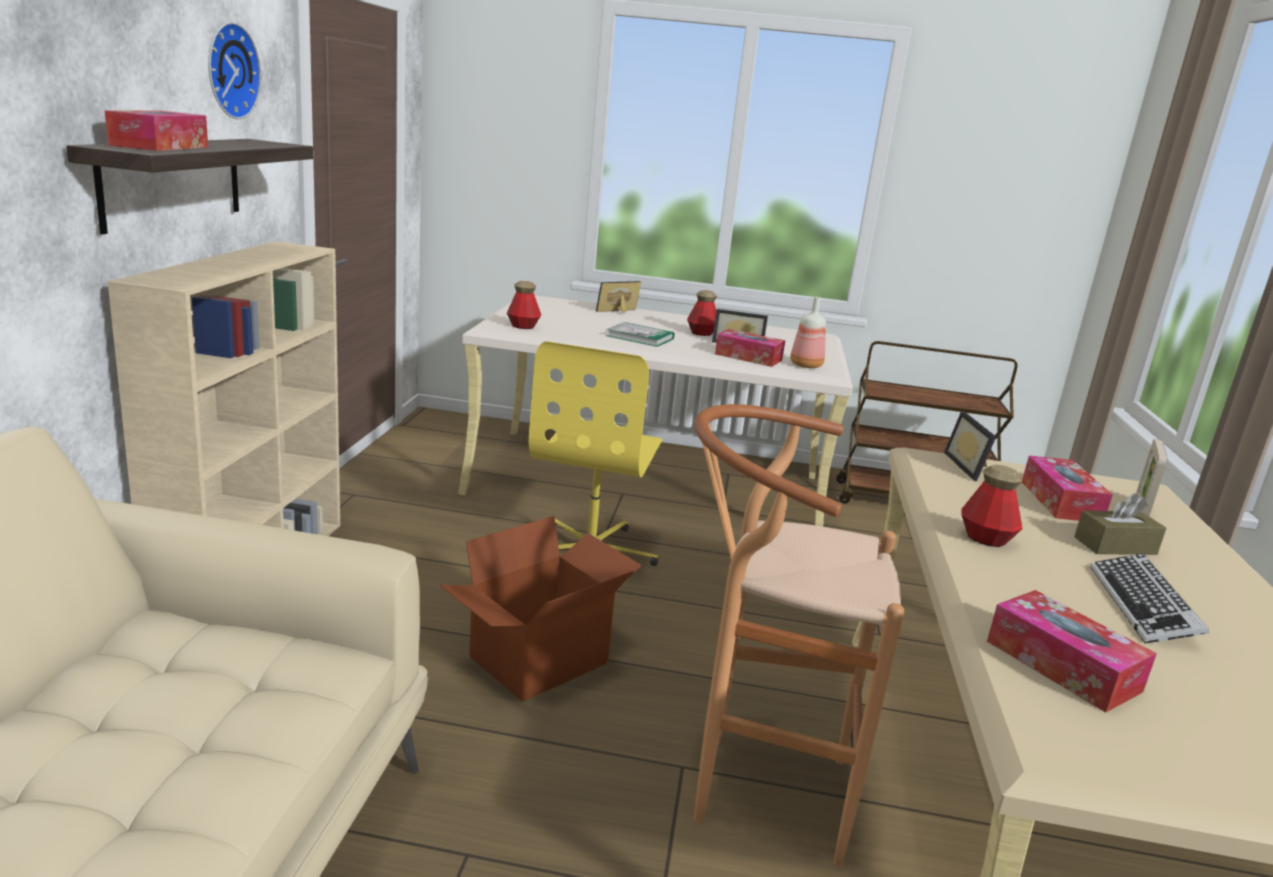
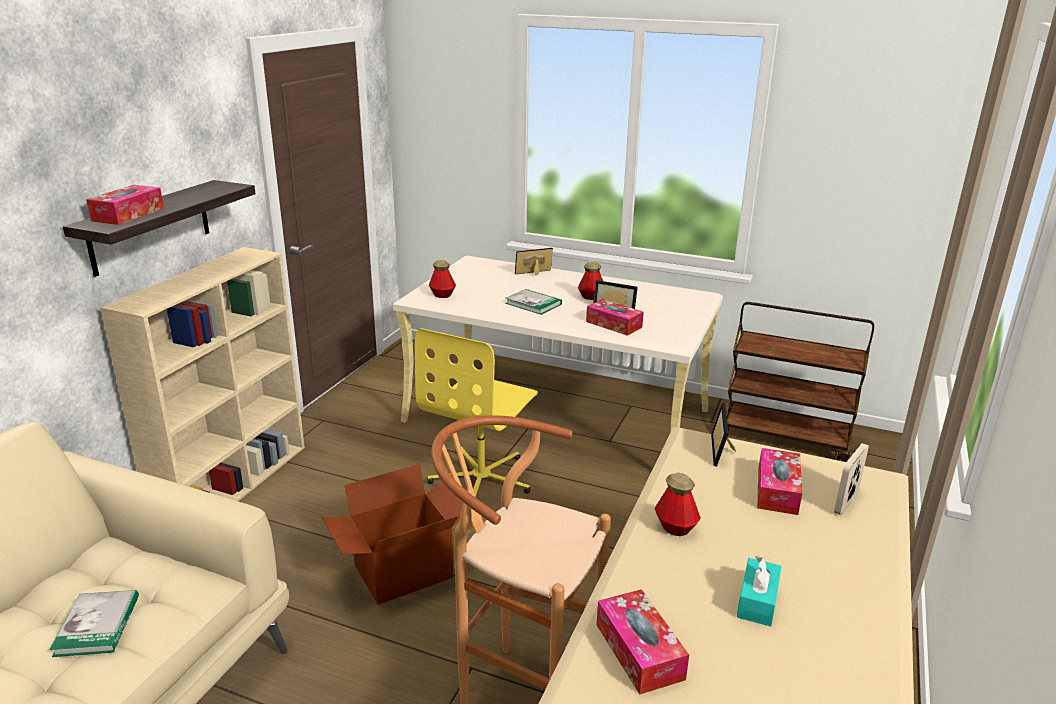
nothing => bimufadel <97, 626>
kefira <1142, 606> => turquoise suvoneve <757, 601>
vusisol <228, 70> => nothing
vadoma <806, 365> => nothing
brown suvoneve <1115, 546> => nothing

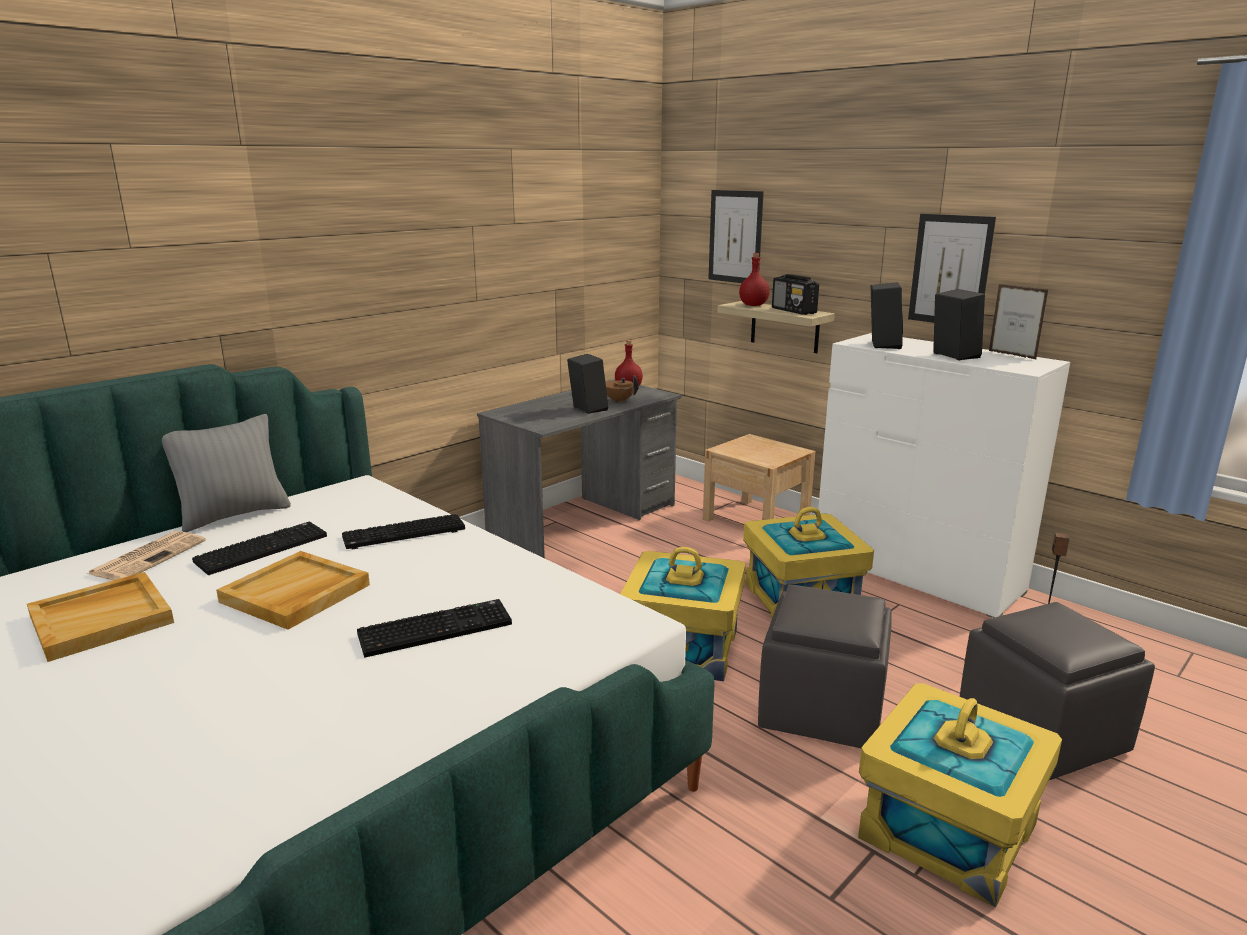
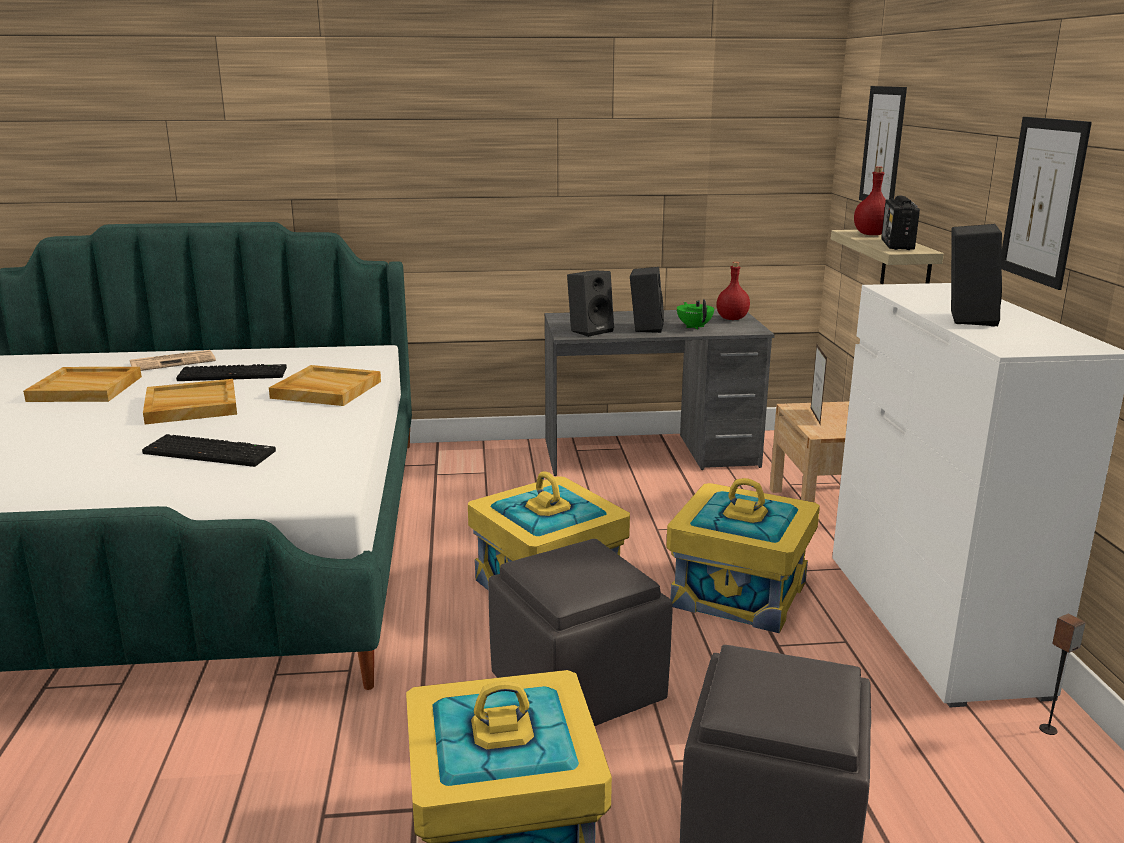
kefira <403, 534> => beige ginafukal <325, 390>
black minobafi <881, 345> => black minobafi <590, 330>, move
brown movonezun <619, 400> => green movonezun <694, 327>
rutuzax <1012, 355> => rutuzax <815, 416>, move
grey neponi <234, 515> => nothing

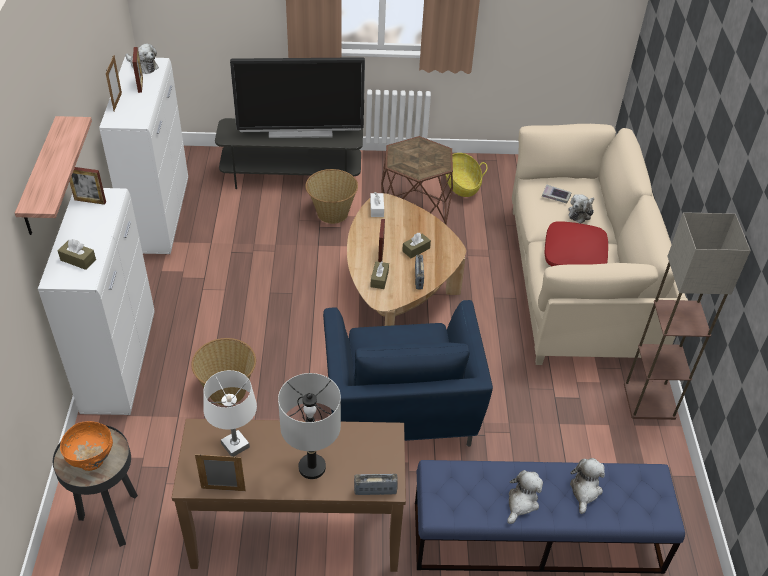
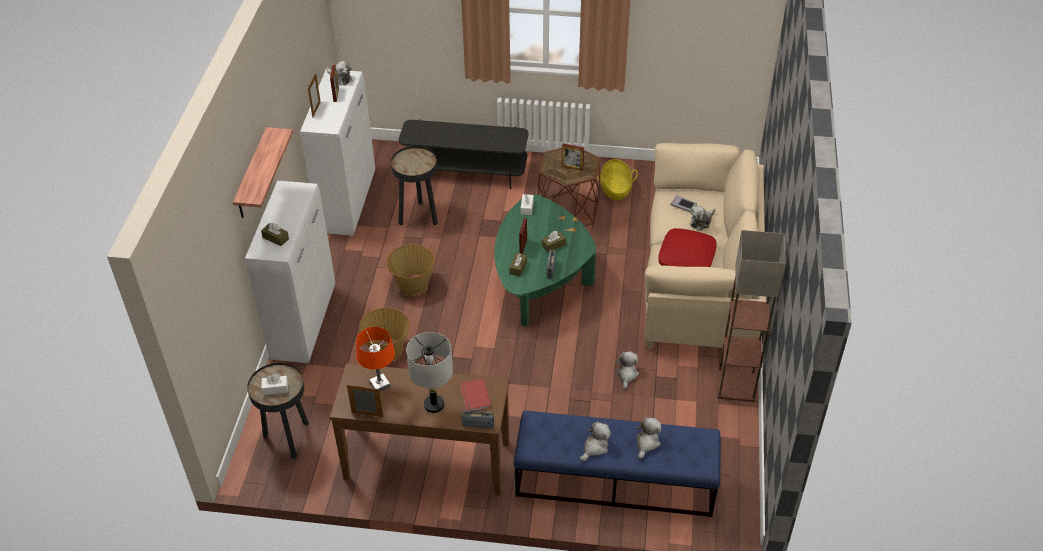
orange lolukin <92, 461> => white suvoneve <275, 388>
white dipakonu <235, 445> => orange dipakonu <379, 384>
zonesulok <332, 213> => zonesulok <413, 285>, move
nothing => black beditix <419, 217>
nothing => red bimufadel <474, 396>
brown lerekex <397, 291> => green lerekex <540, 279>
rutuzax <90, 201> => rutuzax <572, 168>, move
nothing => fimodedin <627, 374>
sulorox <300, 131> => nothing
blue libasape <400, 412> => nothing

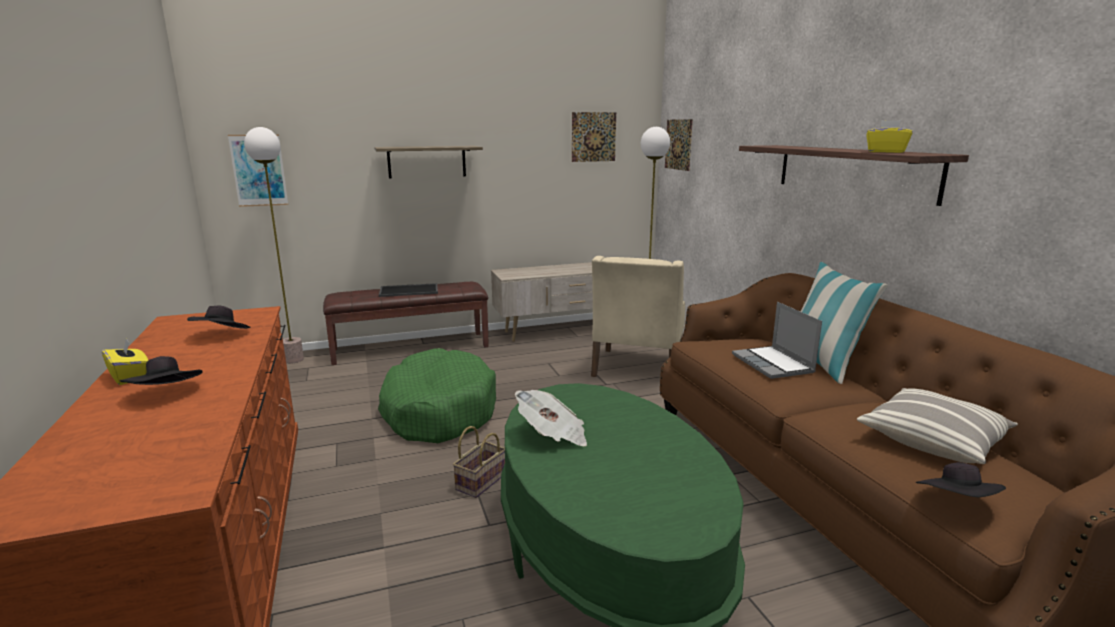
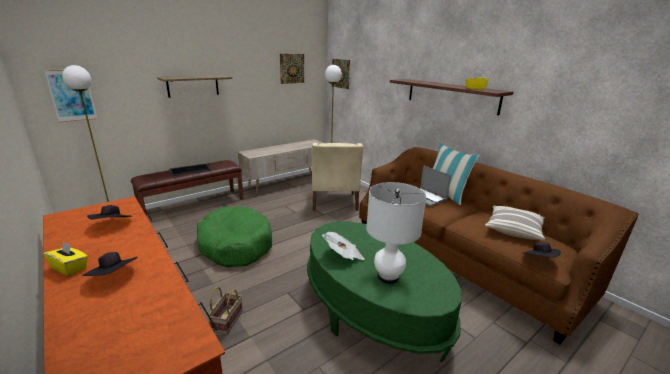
zonesulok <481, 481> => zonesulok <227, 320>, move
nothing => white dipakonu <388, 277>

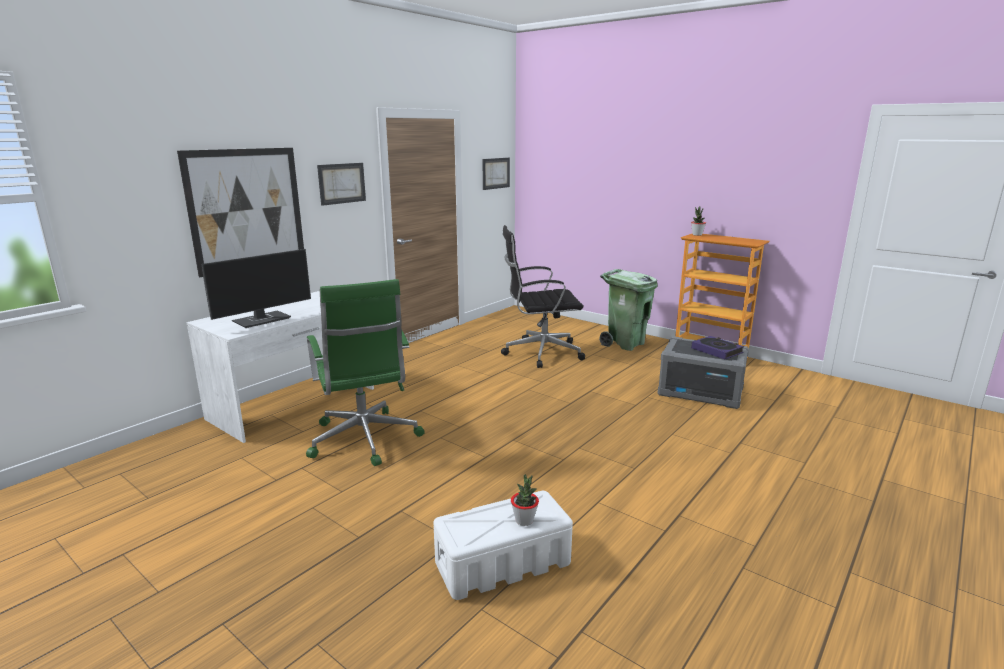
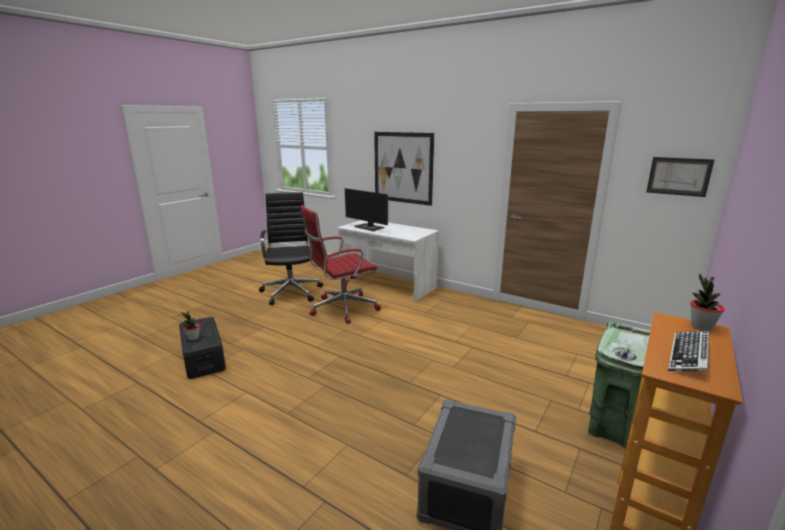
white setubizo <502, 563> => black setubizo <203, 358>
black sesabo <540, 352> => black sesabo <291, 291>, move
green sesabo <364, 440> => red sesabo <342, 308>
nothing => kefira <688, 356>
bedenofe <341, 183> => nothing
bimufadel <716, 350> => nothing

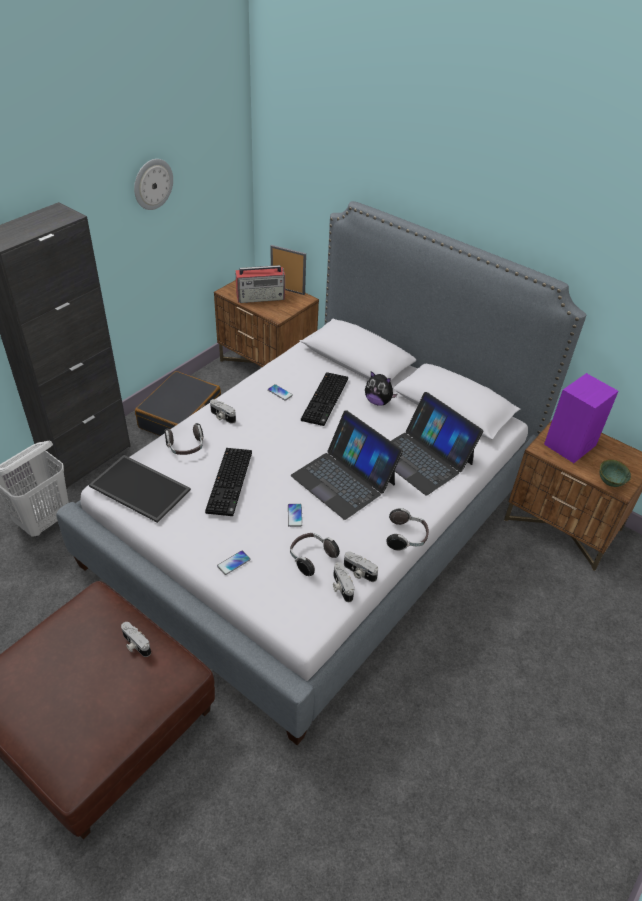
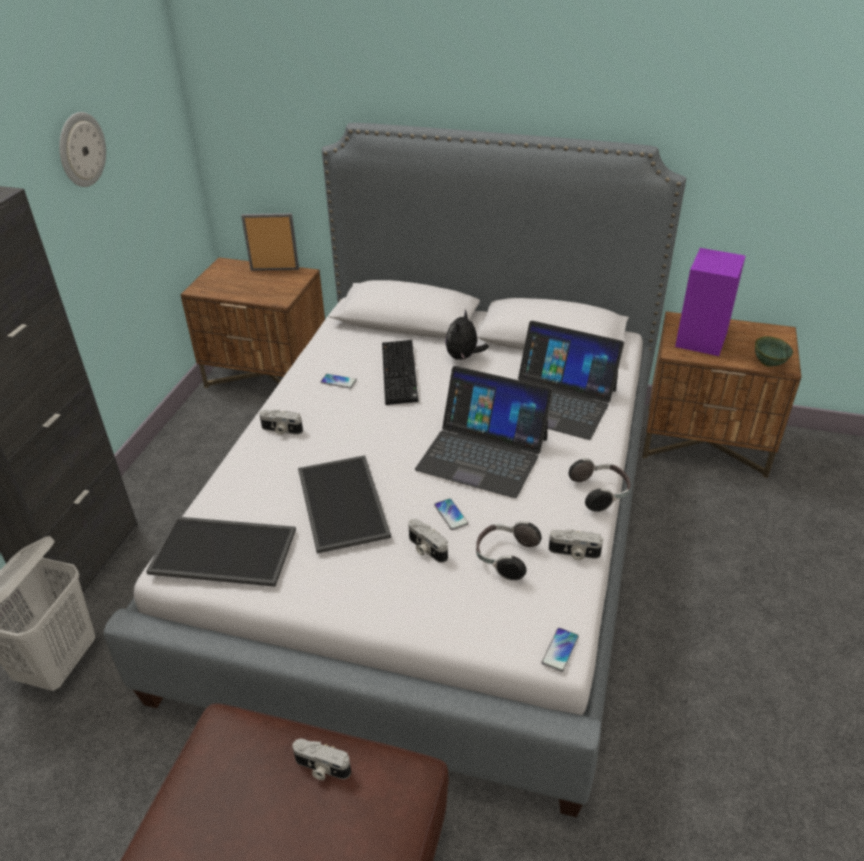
kefira <231, 483> => ginafukal <344, 503>
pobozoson <341, 587> => pobozoson <426, 549>, move
fimodedin <378, 401> => fimodedin <463, 357>, 105 degrees clockwise
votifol <233, 563> => votifol <560, 650>, move
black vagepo <181, 417> => nothing
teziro <186, 448> => nothing
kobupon <261, 297> => nothing

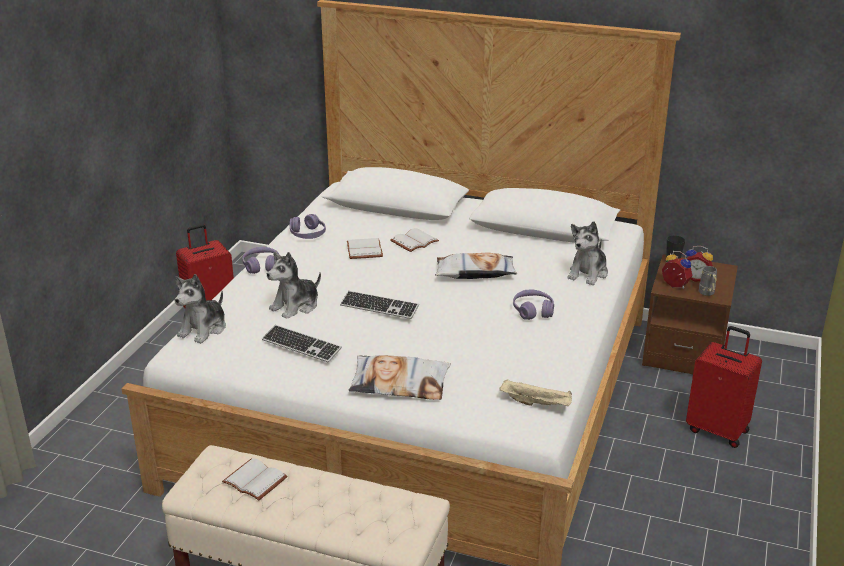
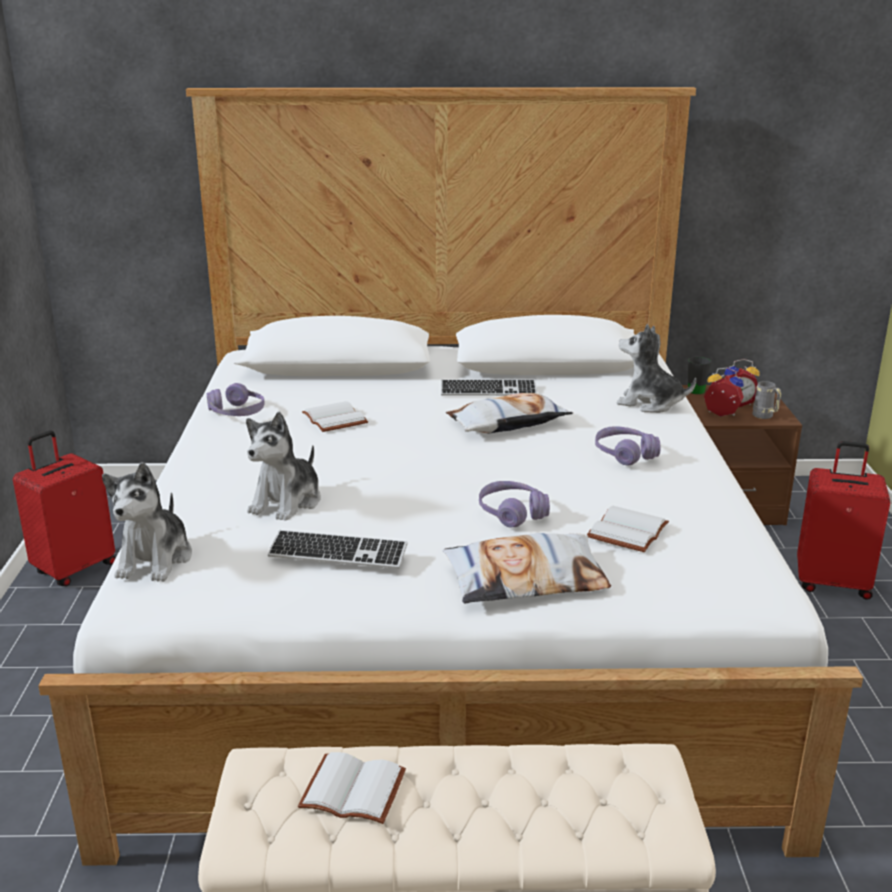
kefira <379, 307> => kefira <488, 390>, move
purple teziro <262, 266> => purple teziro <512, 513>, move
white bimufadel <414, 242> => white bimufadel <629, 532>, move
fimodedin <588, 273> => fimodedin <649, 403>, 105 degrees clockwise
beige ginafukal <536, 403> => nothing

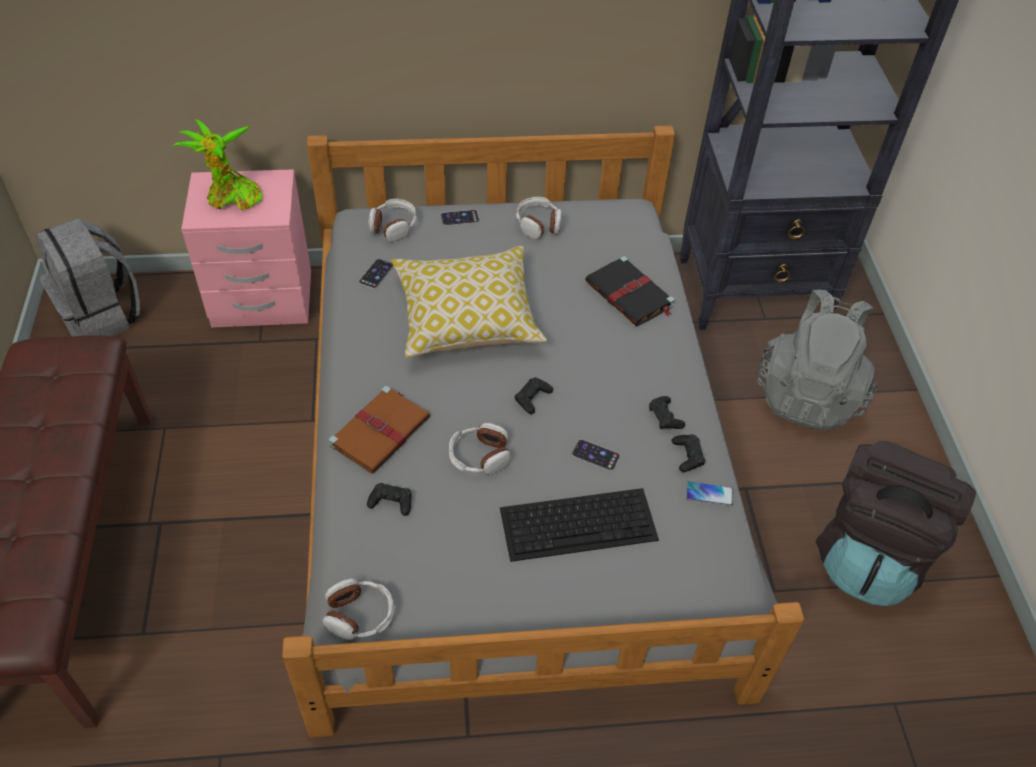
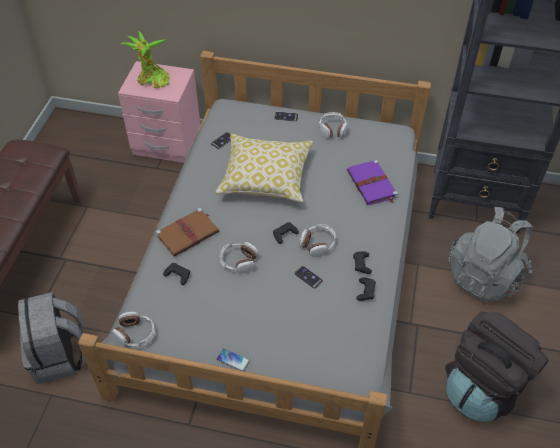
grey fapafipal <102, 315> => grey fapafipal <60, 356>, move
votifol <709, 494> => votifol <233, 360>, move
teziro <393, 226> => teziro <317, 244>, move
black bimufadel <630, 295> => purple bimufadel <372, 185>
kefira <579, 523> => nothing

